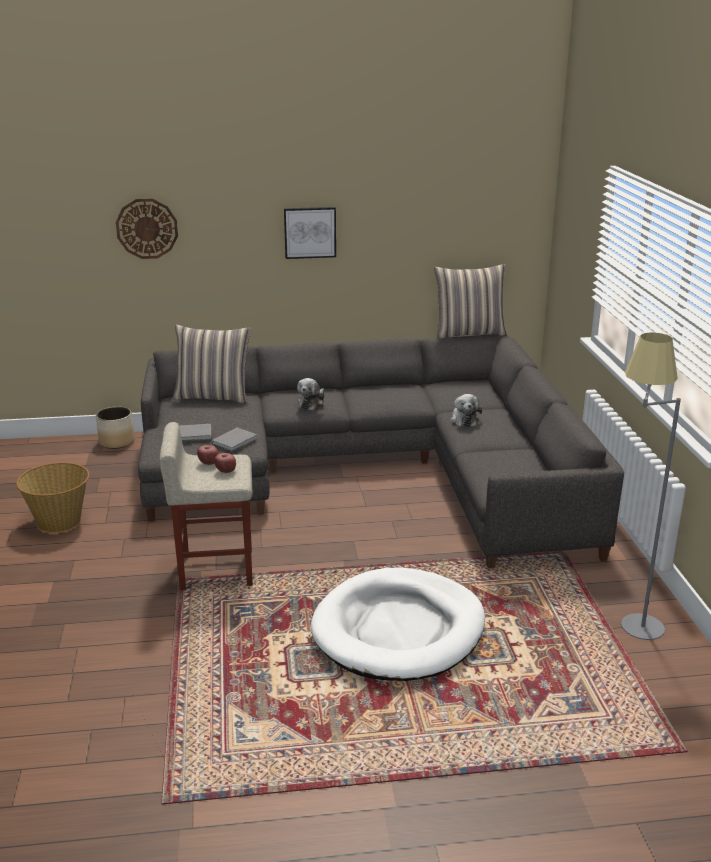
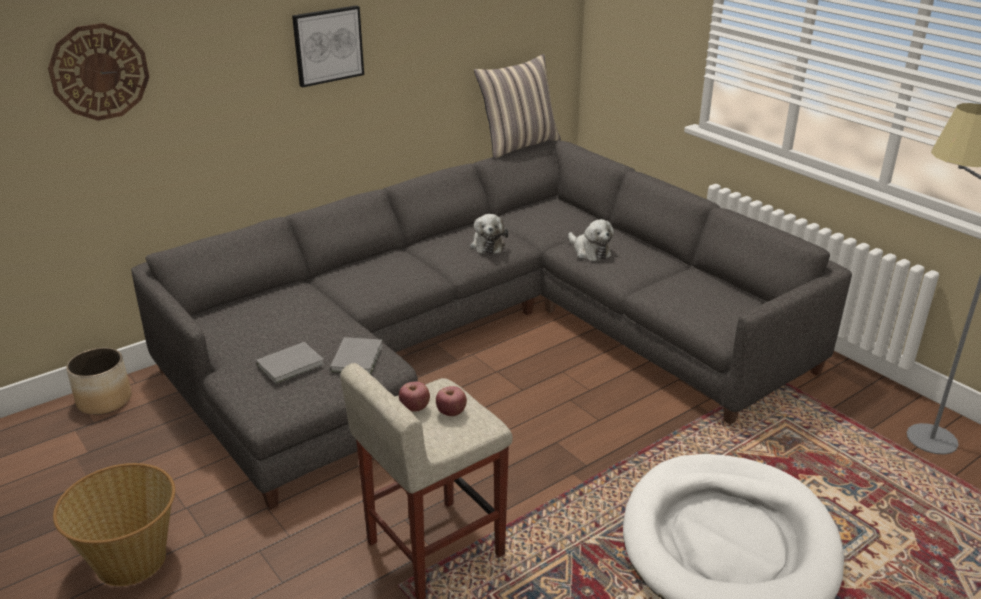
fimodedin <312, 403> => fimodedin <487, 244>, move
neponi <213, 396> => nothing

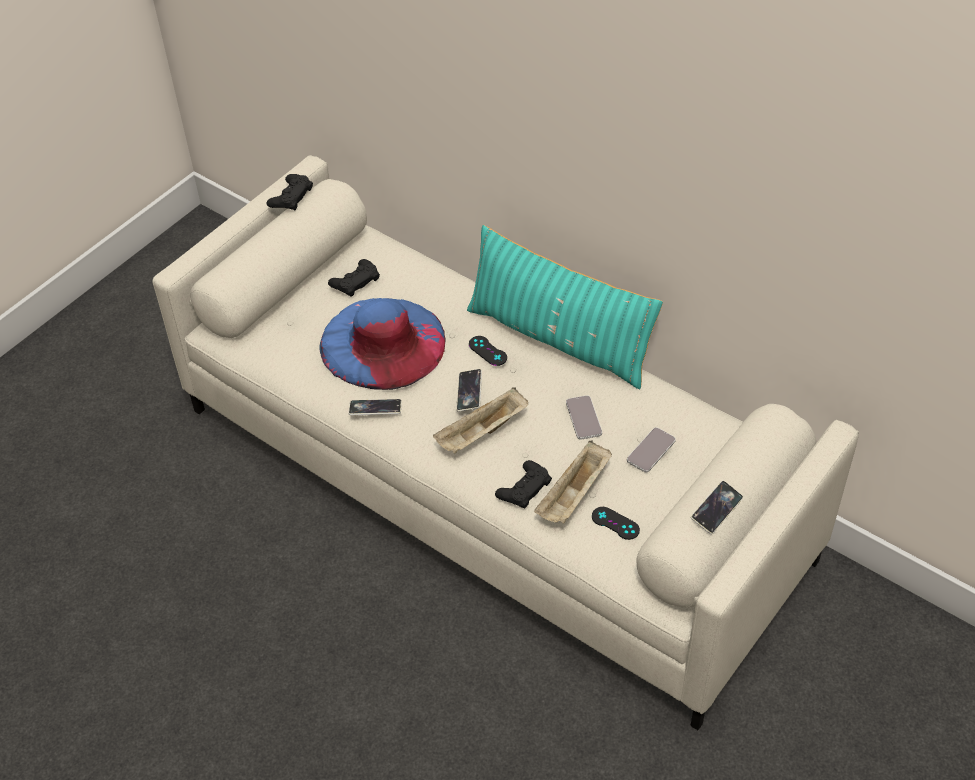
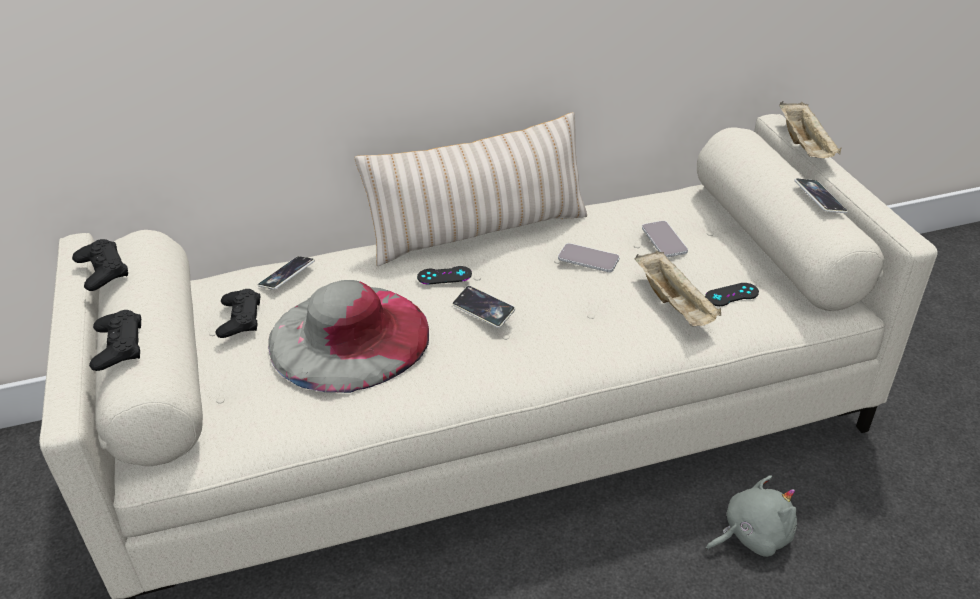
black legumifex <524, 488> => black legumifex <118, 346>, move
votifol <375, 409> => votifol <287, 276>, move
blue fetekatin <383, 342> => grey fetekatin <349, 336>
turquoise neponi <559, 339> => beige neponi <478, 231>
nothing => grey fimodedin <752, 535>
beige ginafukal <482, 433> => beige ginafukal <805, 147>, move

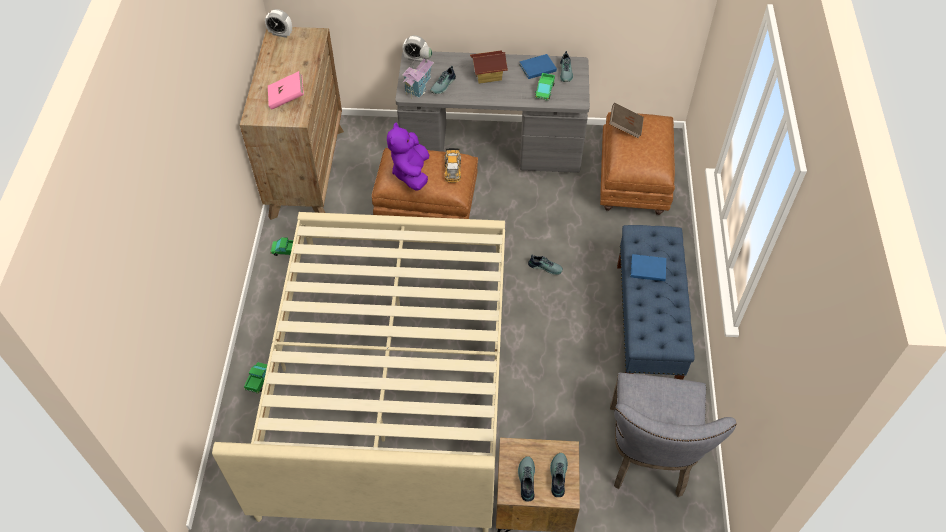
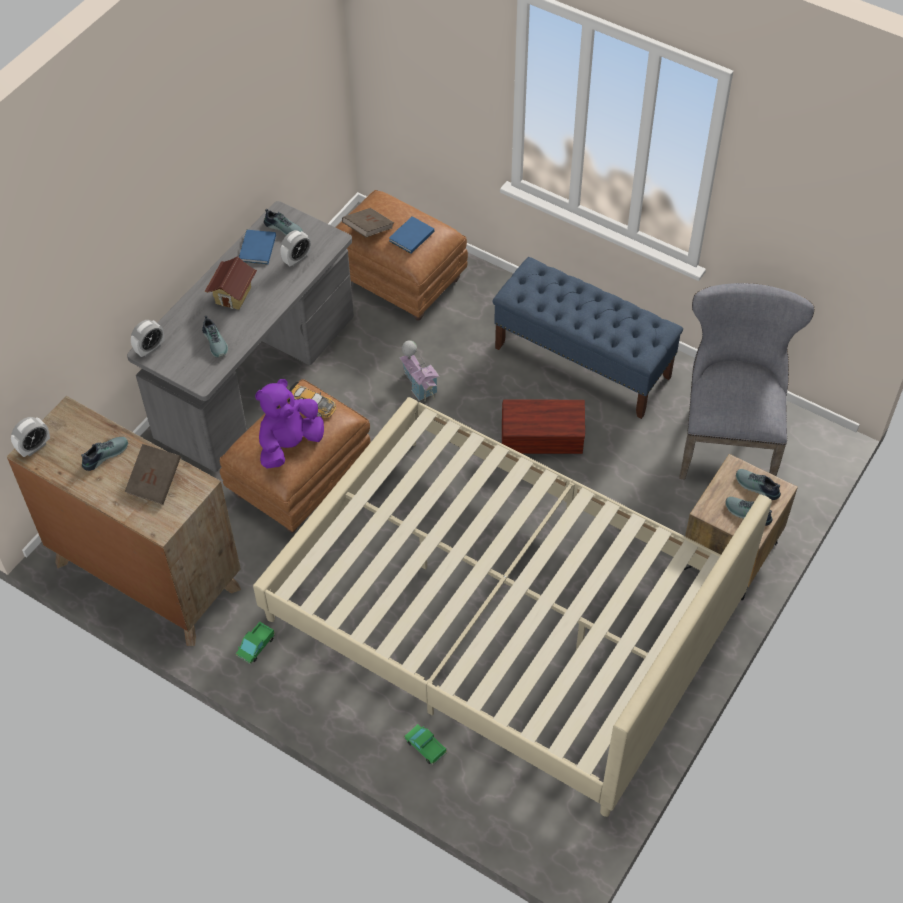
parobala <545, 267> => parobala <104, 454>, move
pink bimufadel <287, 98> => brown bimufadel <155, 482>
purple fimodedin <411, 173> => purple fimodedin <289, 444>, 105 degrees clockwise
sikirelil <544, 91> => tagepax <297, 259>
blue bimufadel <647, 268> => blue bimufadel <410, 236>, move
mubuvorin <419, 86> => mubuvorin <419, 385>, move
nothing => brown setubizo <542, 439>
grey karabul <649, 457> => grey karabul <727, 437>, 120 degrees counterclockwise

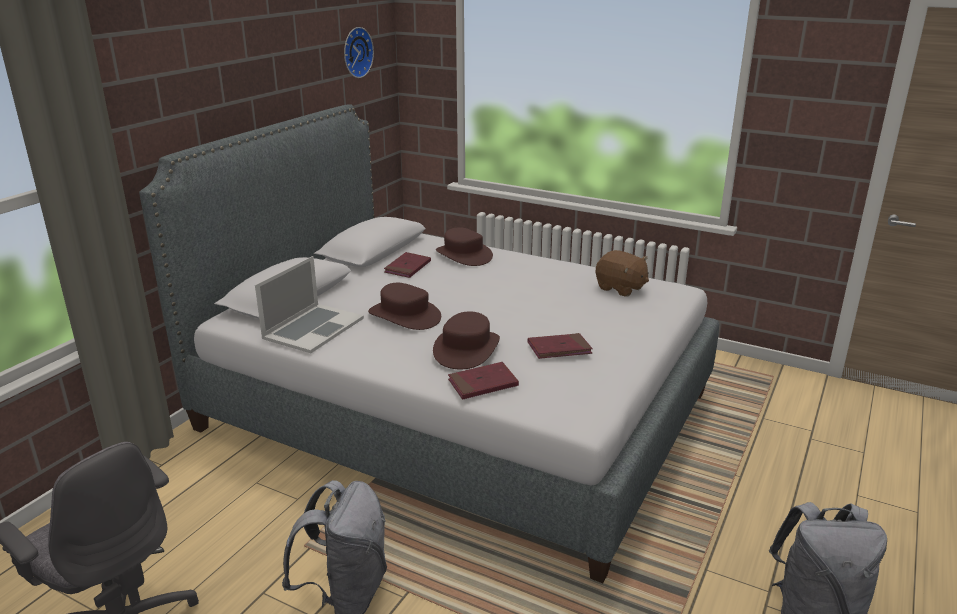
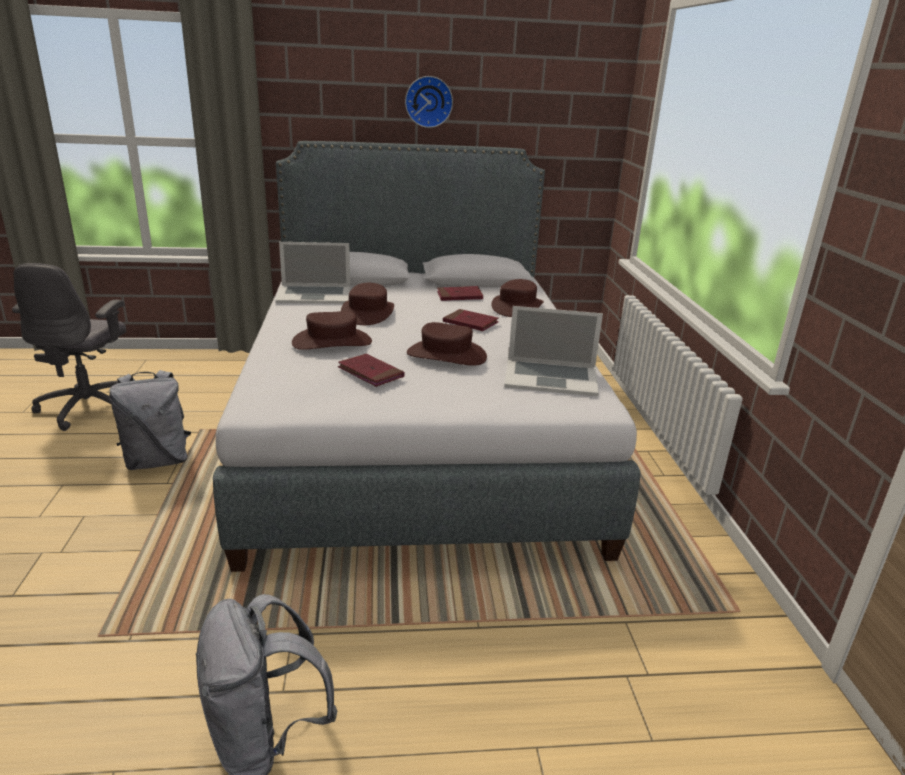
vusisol <355, 52> => vusisol <428, 102>, move
nothing => brown fetekatin <446, 355>
red bimufadel <483, 384> => red bimufadel <470, 323>, move
brown fimodedin <620, 288> => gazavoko <551, 377>

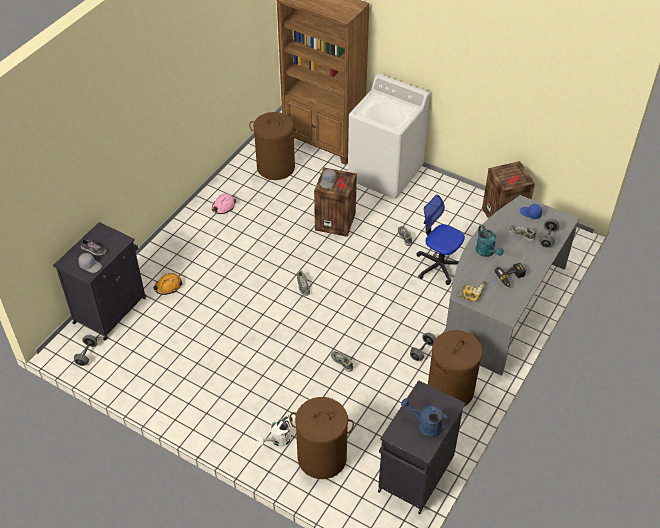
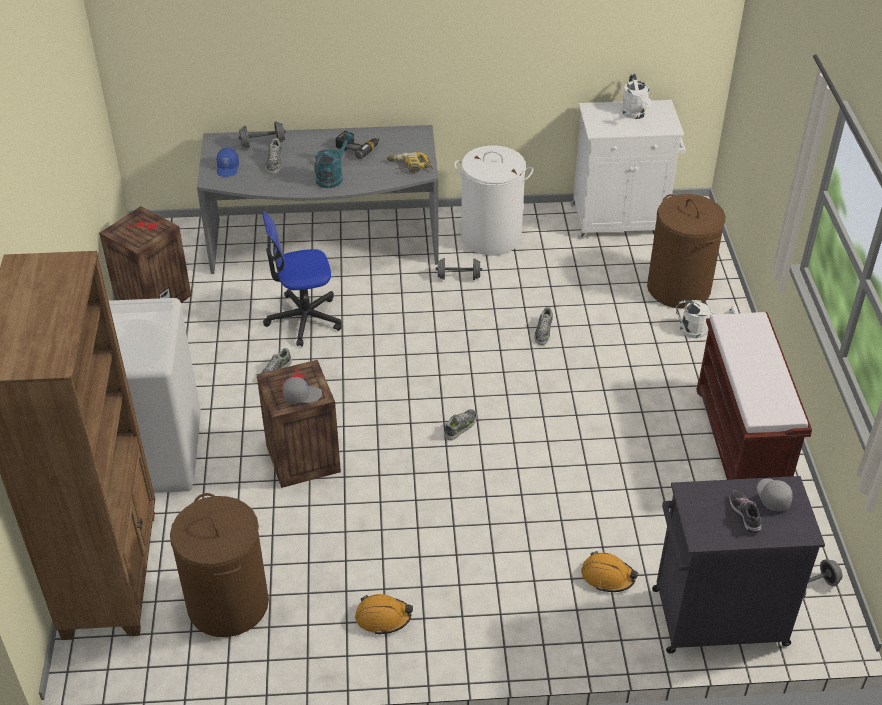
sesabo <439, 266> => sesabo <304, 319>, 75 degrees clockwise
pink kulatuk <223, 206> => orange kulatuk <383, 617>
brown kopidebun <450, 390> => white kopidebun <491, 237>
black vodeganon <415, 476> => white vodeganon <620, 220>
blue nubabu <425, 426> => white nubabu <635, 114>
nothing => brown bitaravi <741, 442>

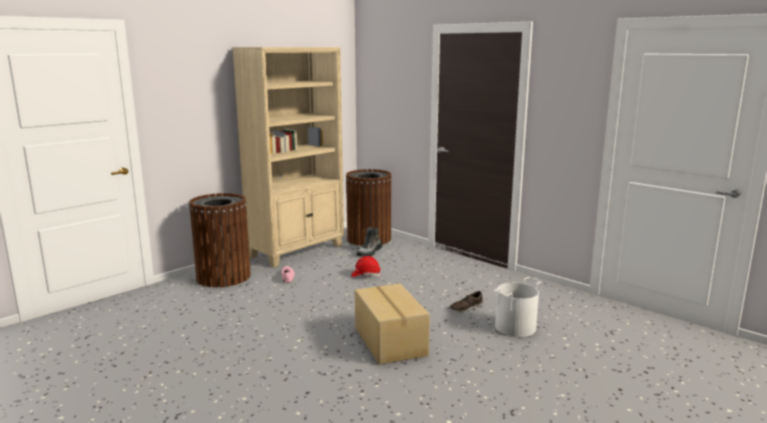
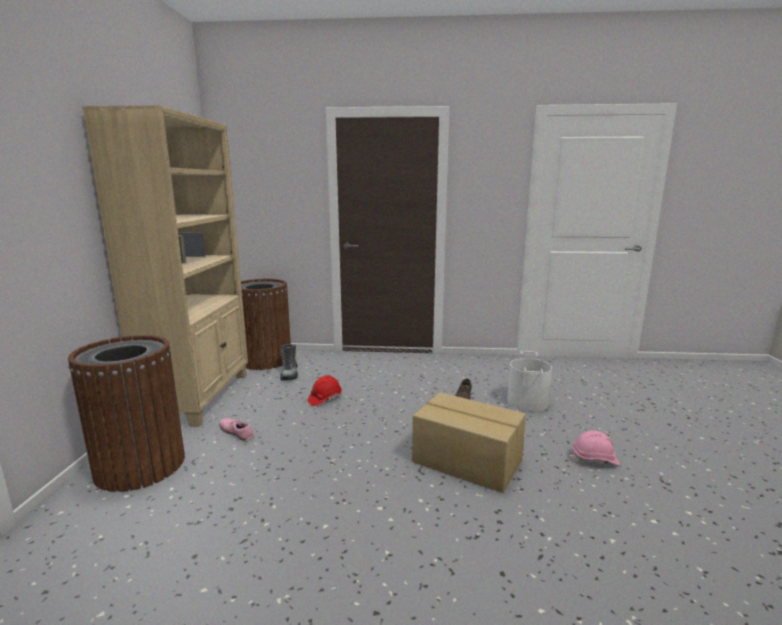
nothing => pink kulatuk <595, 460>

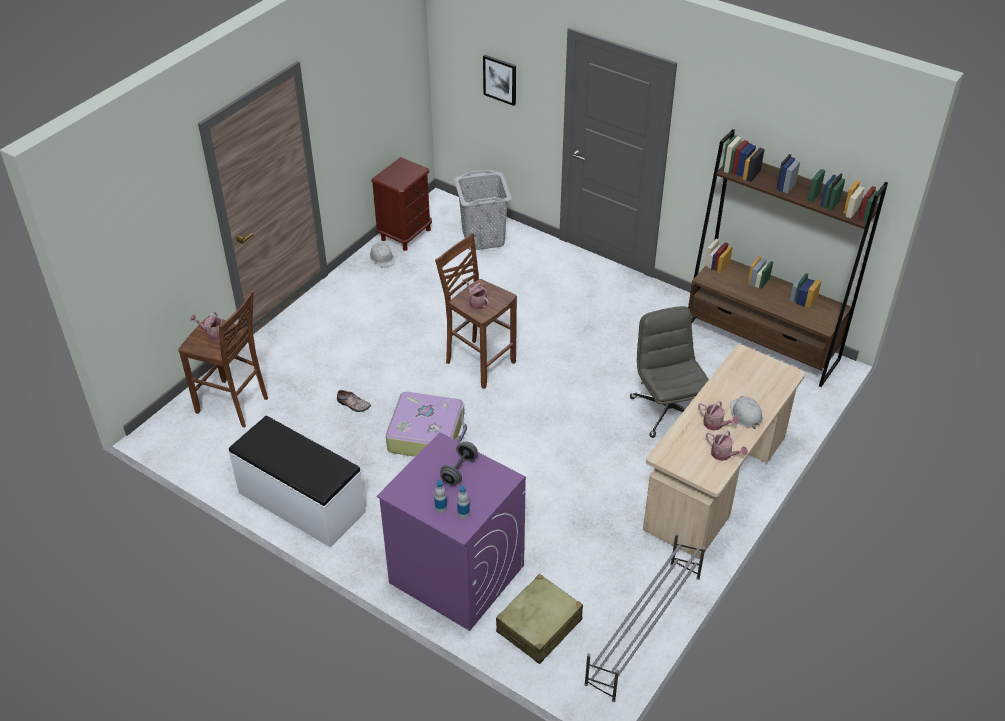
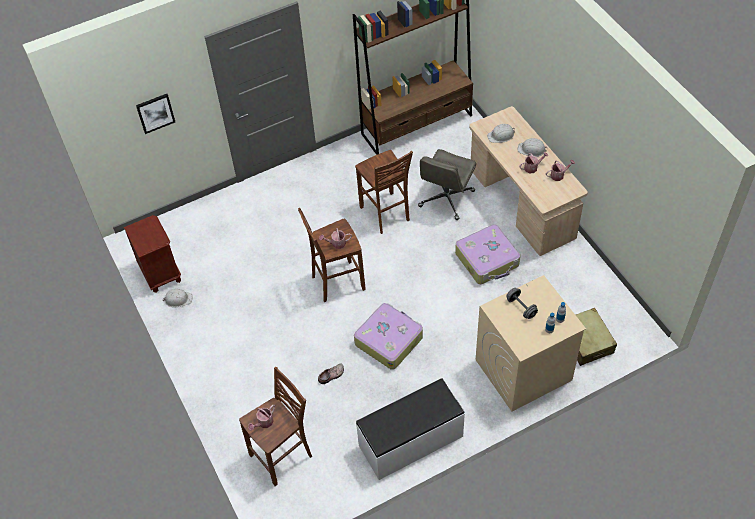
nothing => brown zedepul <385, 214>
grey sesabo <667, 410> => grey sesabo <446, 199>, 75 degrees counterclockwise
nothing => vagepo <487, 260>
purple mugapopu <456, 574> => beige mugapopu <523, 370>
nothing => white kulatuk <501, 135>
grey kopidebun <483, 237> => nothing
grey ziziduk <643, 629> => nothing

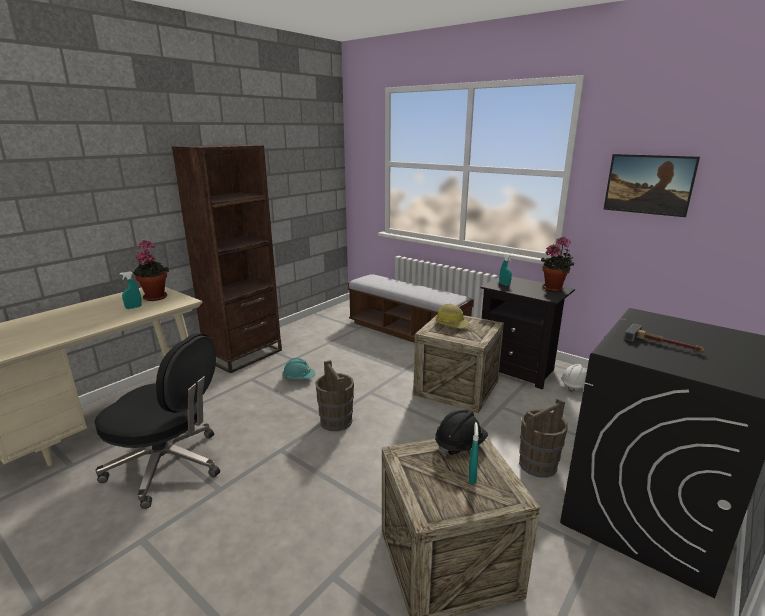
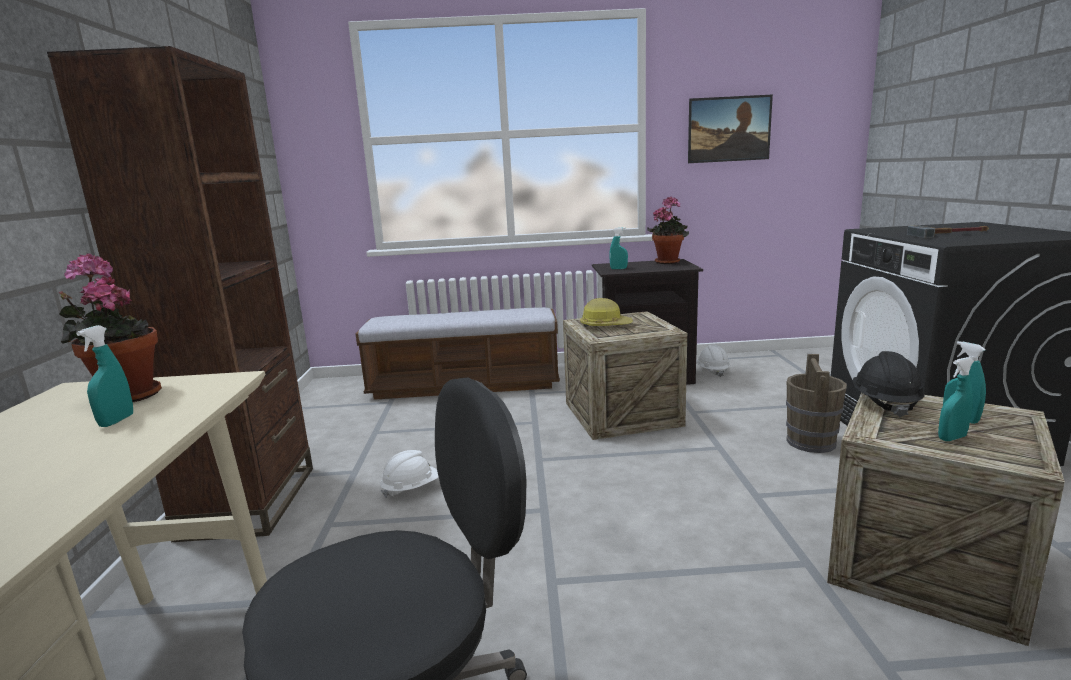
turquoise kulatuk <299, 379> => white kulatuk <411, 489>
nothing => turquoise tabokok <952, 438>
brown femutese <336, 421> => nothing

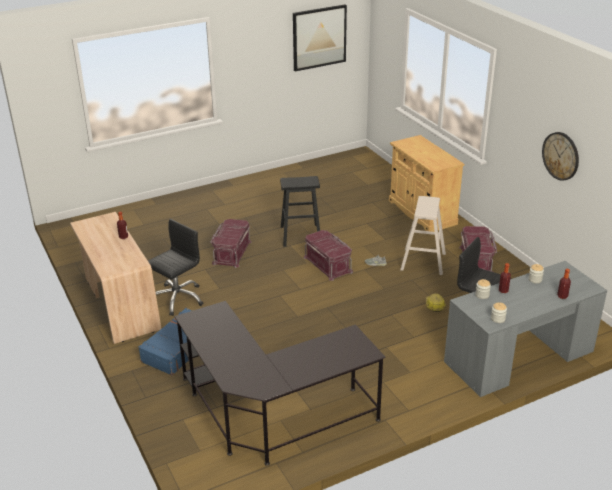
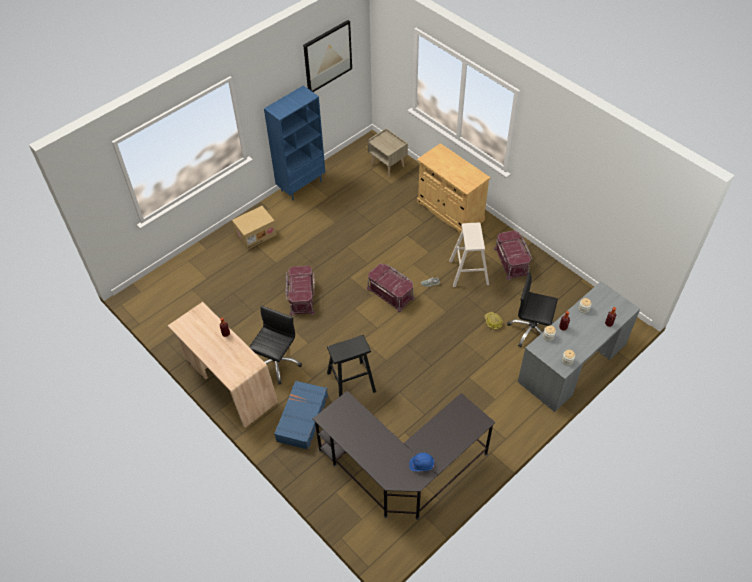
nothing => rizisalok <256, 234>
nothing => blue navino <301, 186>
black zedepul <300, 235> => black zedepul <351, 382>, move
nothing => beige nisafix <388, 165>
nothing => blue kulatuk <421, 464>
vusisol <561, 156> => nothing

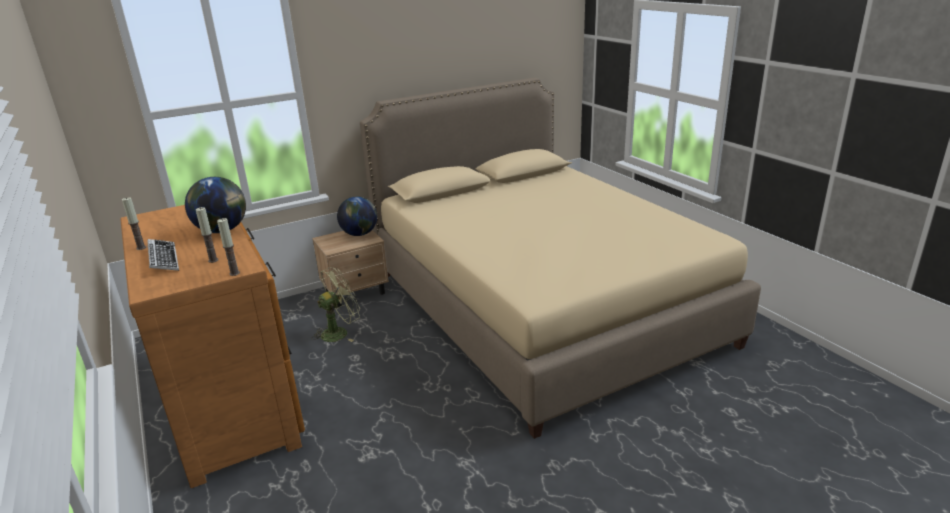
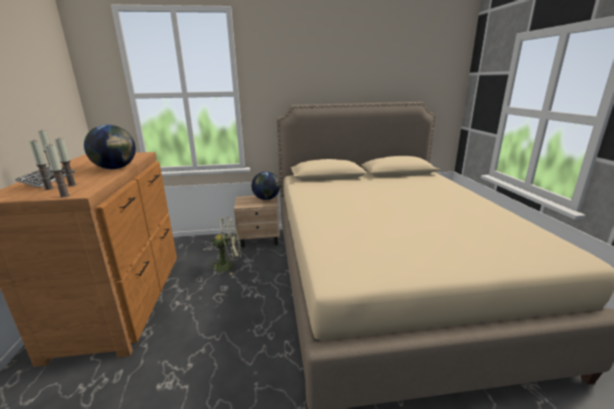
nothing => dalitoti <49, 188>

